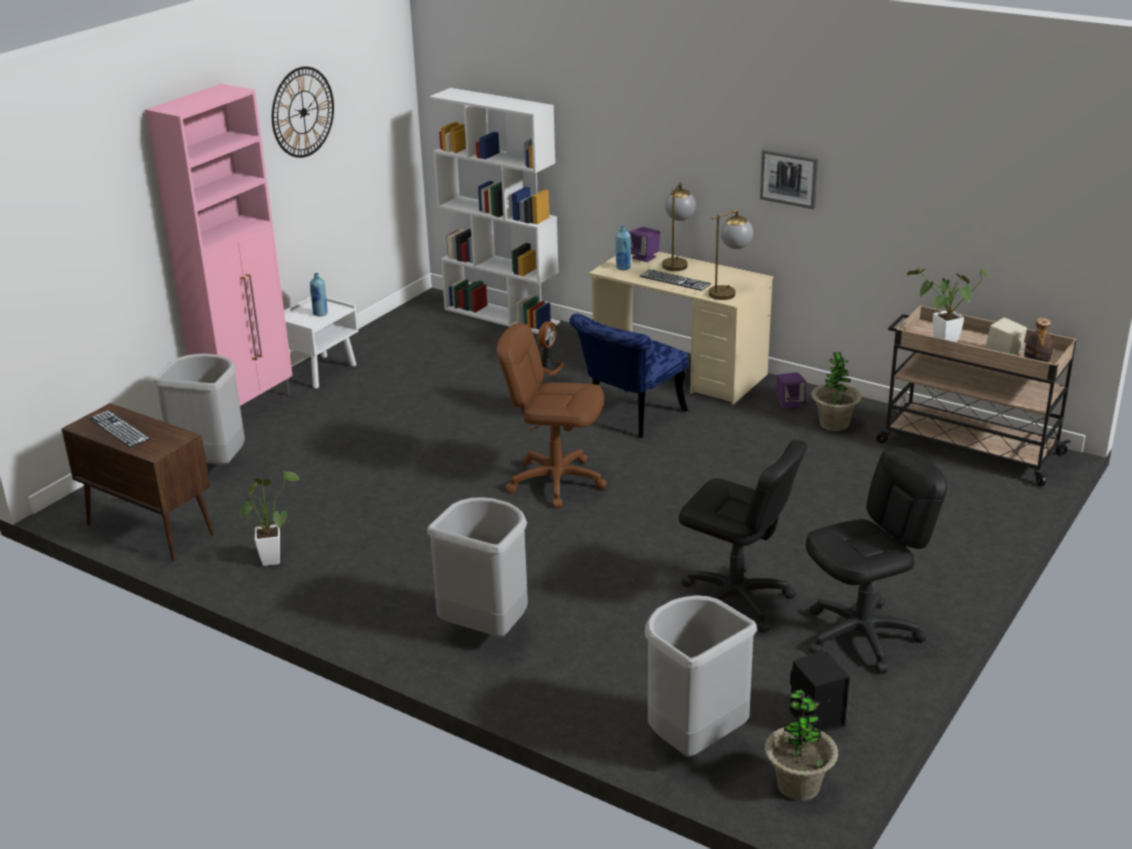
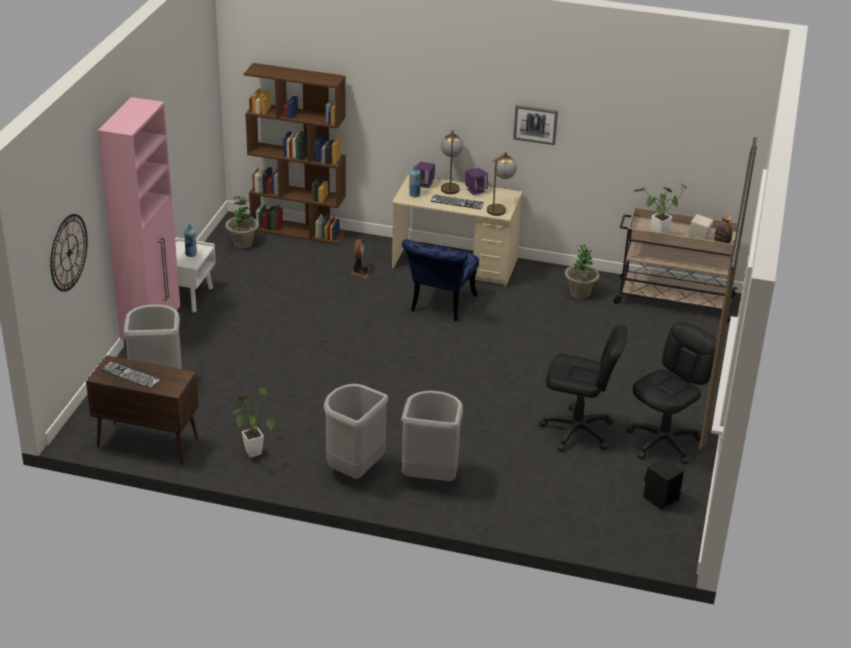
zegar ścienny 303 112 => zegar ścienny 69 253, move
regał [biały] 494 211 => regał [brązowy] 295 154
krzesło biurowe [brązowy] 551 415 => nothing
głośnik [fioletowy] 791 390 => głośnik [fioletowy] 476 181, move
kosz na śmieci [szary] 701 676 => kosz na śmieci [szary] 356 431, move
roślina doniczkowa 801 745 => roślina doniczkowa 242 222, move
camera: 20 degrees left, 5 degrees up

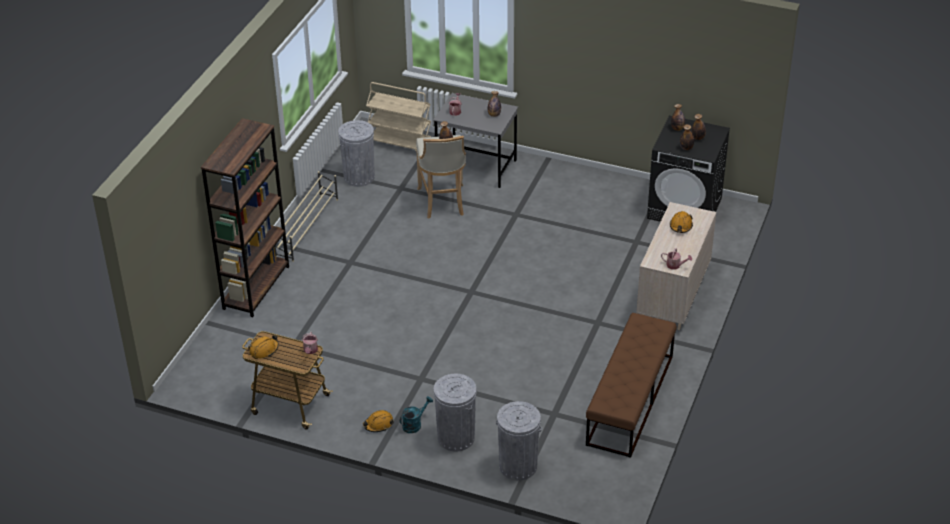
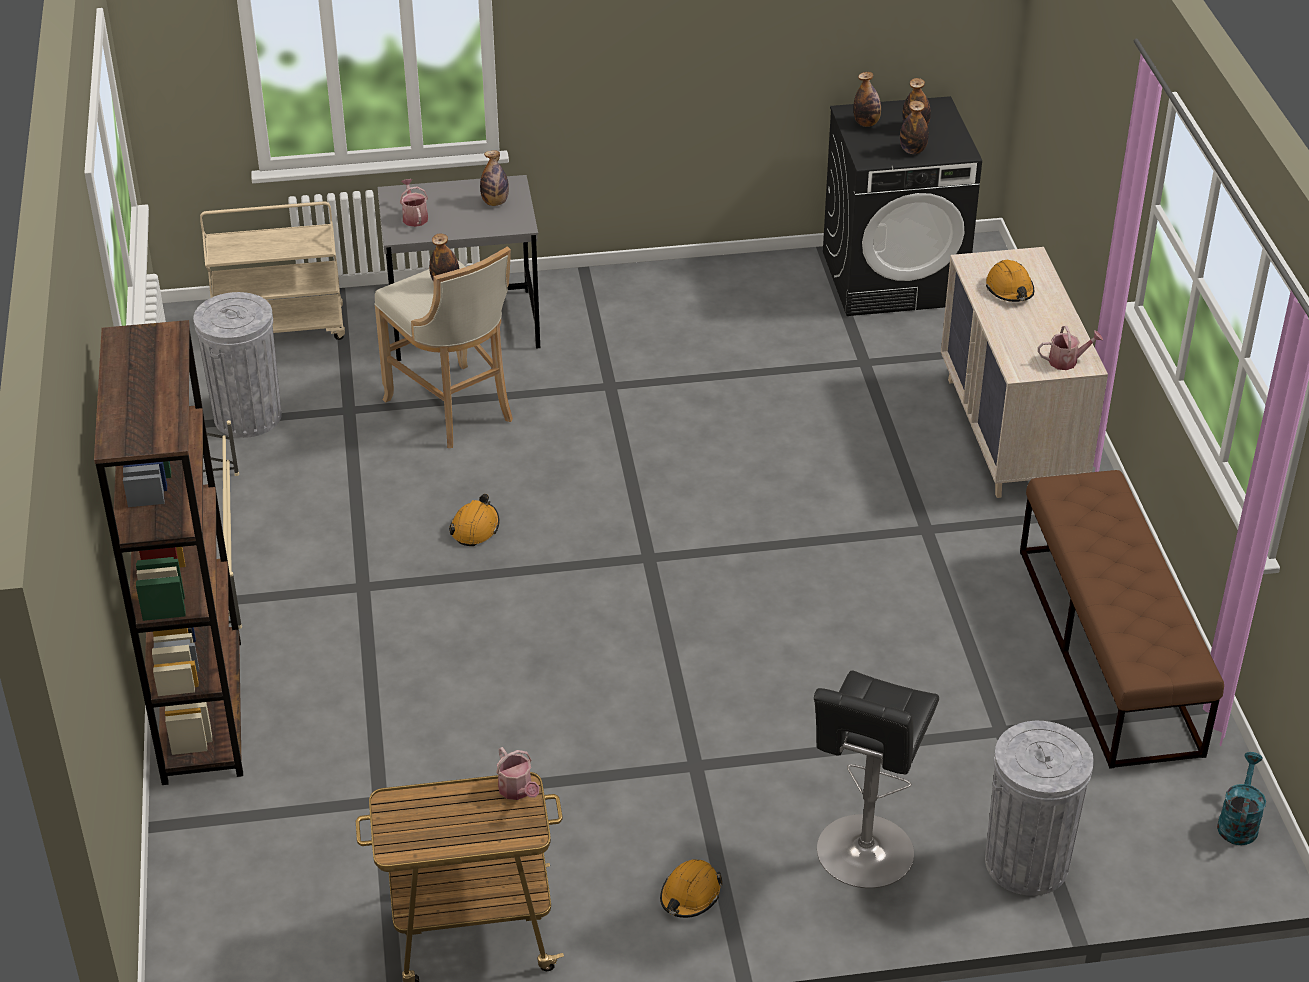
kask [pomarańczowy] 263 347 => kask [pomarańczowy] 474 520, move
kosz na śmieci [szary] 455 412 => stołek [czarny] 876 779
konewka [turkusowy] 416 414 => konewka [turkusowy] 1241 798, move
camera: 30 degrees left, 0 degrees up

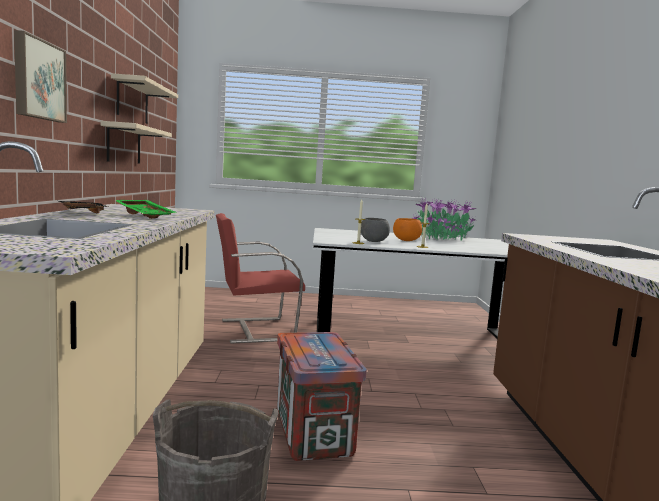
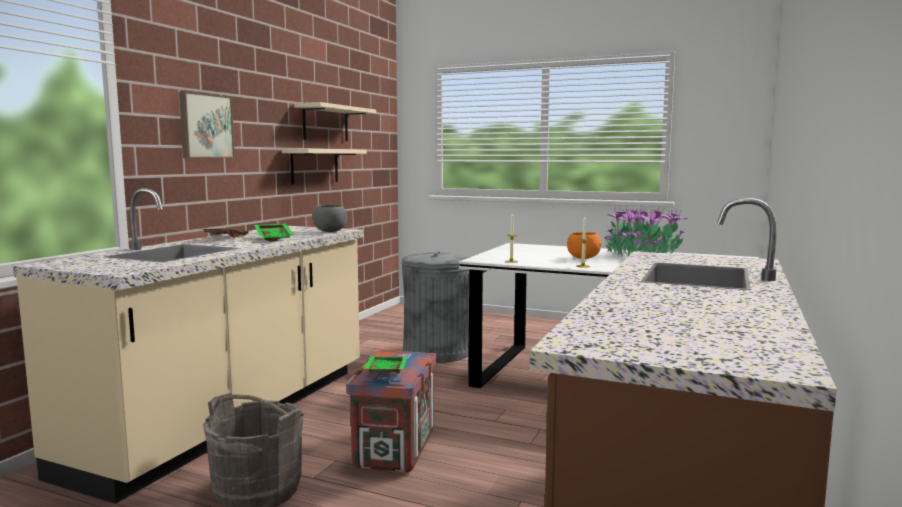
krzesło [czerwony] 260 278 => kosz na śmieci [szary] 436 307
miska [szary] 375 230 => miska [szary] 329 218, move
nothing => taca [zielony] 385 365
camera: 25 degrees right, 0 degrees up

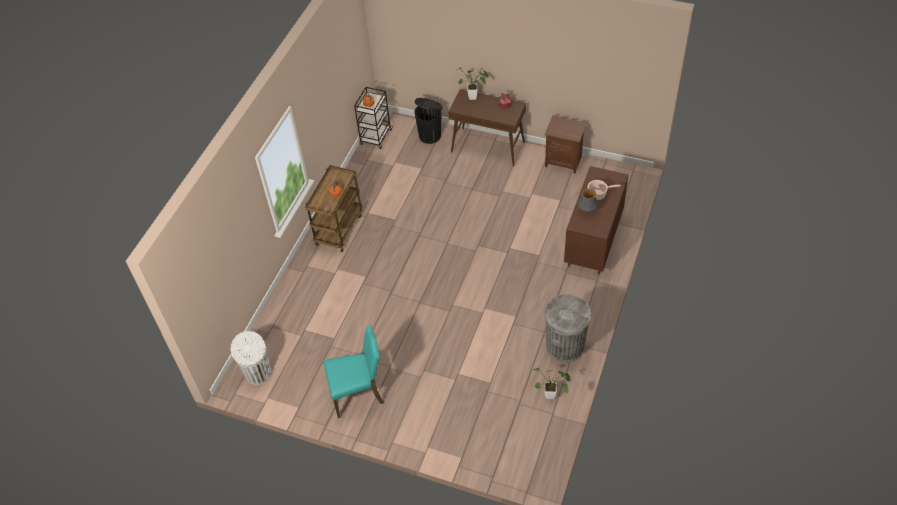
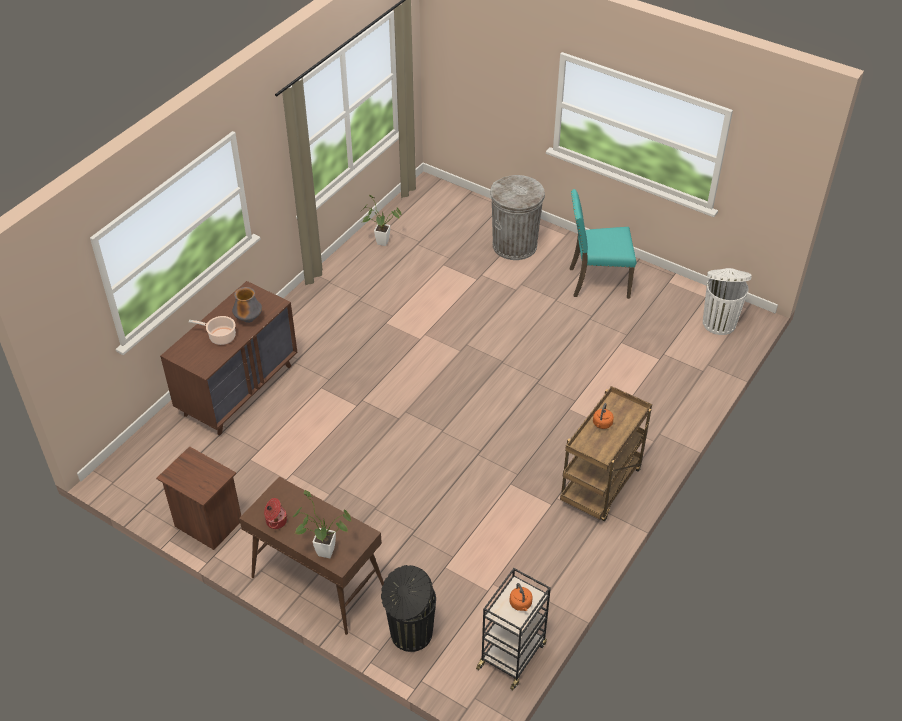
kosz na śmieci [szary] 568 328 => kosz na śmieci [szary] 517 217, move
camera: 170 degrees left, 5 degrees down

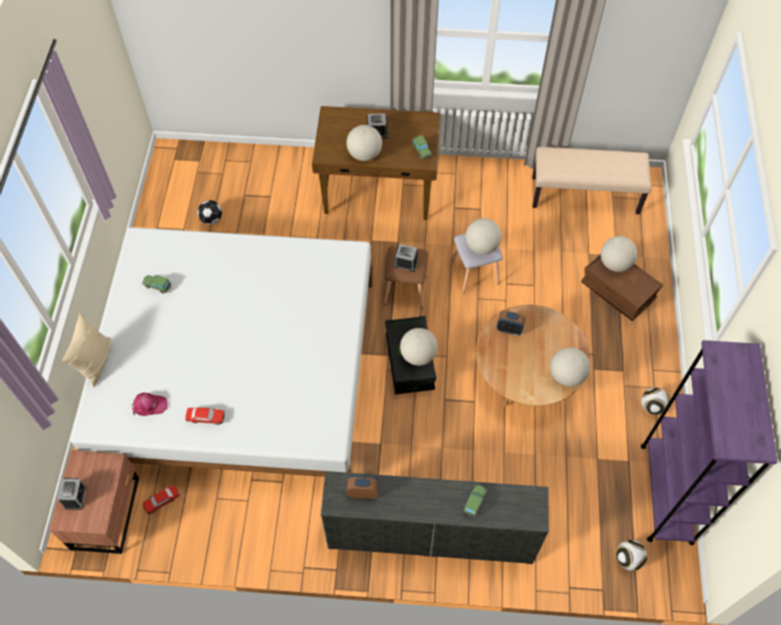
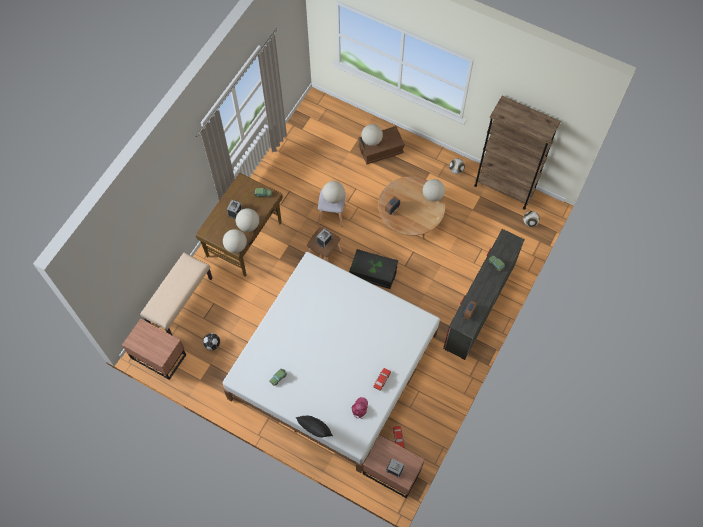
ławka [beżowy] 592 180 => ławka [beżowy] 176 294, move
poduszka [beżowy] 86 350 => poduszka [czarny] 314 426
globus 419 347 => globus 235 241, move
regał [fioletowy] 709 442 => regał [brązowy] 517 153
nothing => szafka nocna [brązowy] 154 349
camera: 65 degrees left, 5 degrees up

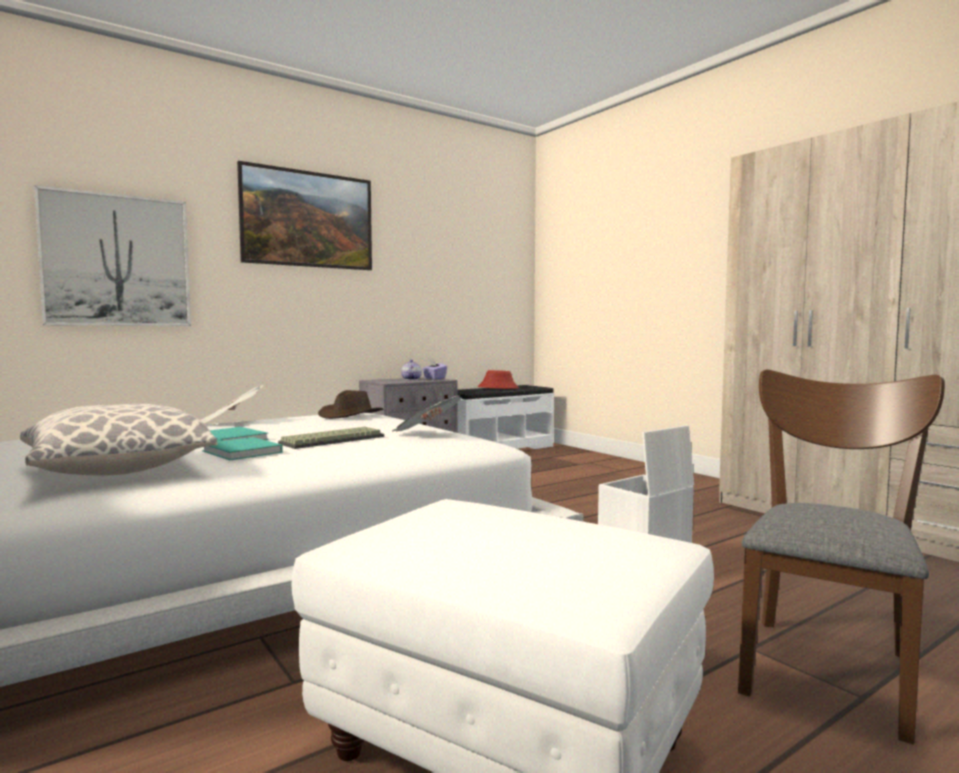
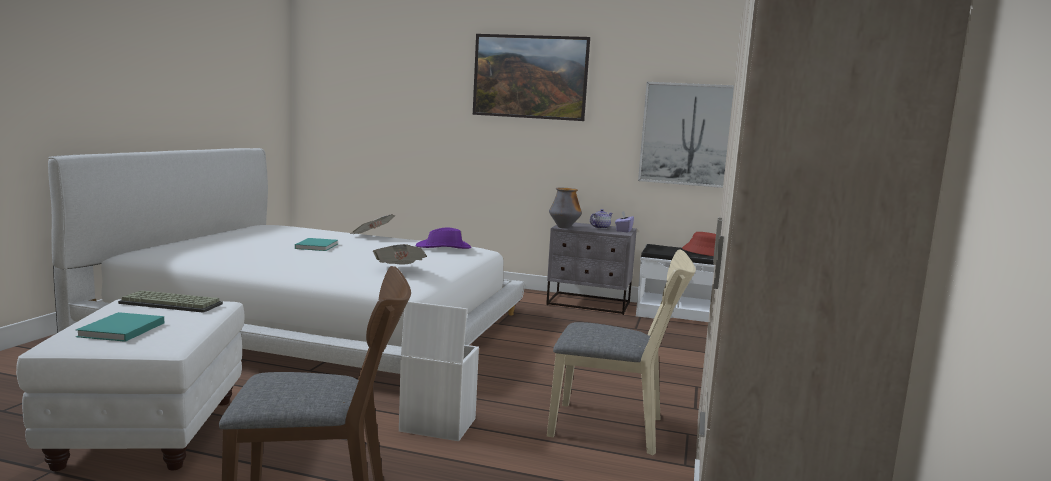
obraz 112 255 => obraz 686 135, move
kapelusz [brązowy] 350 404 => kapelusz [fioletowy] 443 238
poduszka 119 439 => nothing
klawiatura 331 438 => klawiatura 170 301, move
książka [turkusowy] 242 448 => książka [turkusowy] 120 327, move
nothing => wazon 565 208
nothing => krzesło [beżowy] 621 352
camera: 50 degrees right, 5 degrees up

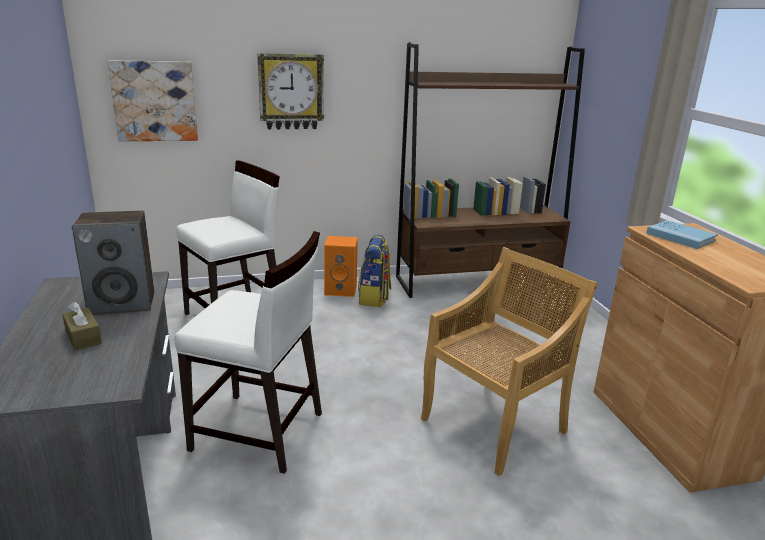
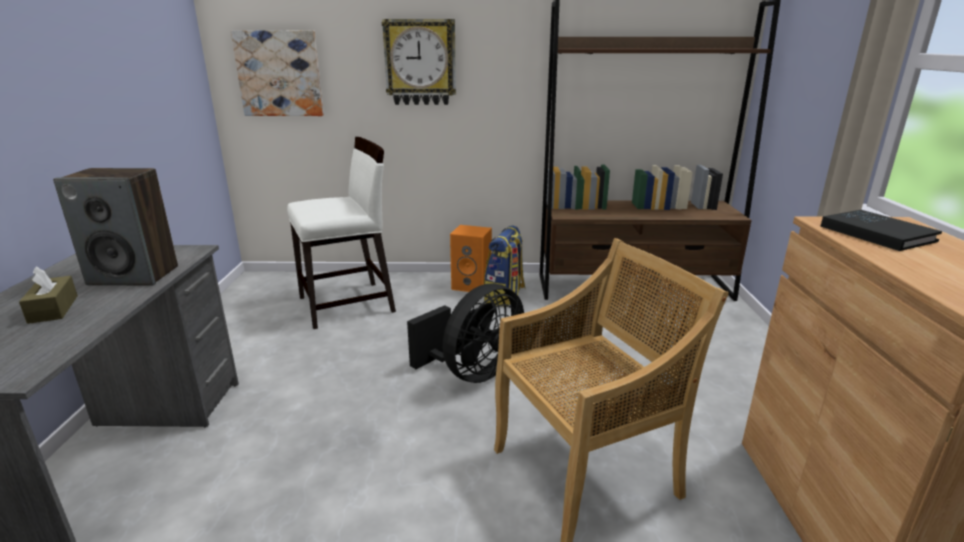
książka [niebieski] 682 234 => książka [czarny] 881 230
krzesło [biały] 248 352 => nothing
nothing => wentylator [czarny] 465 333
camera: 15 degrees right, 0 degrees up

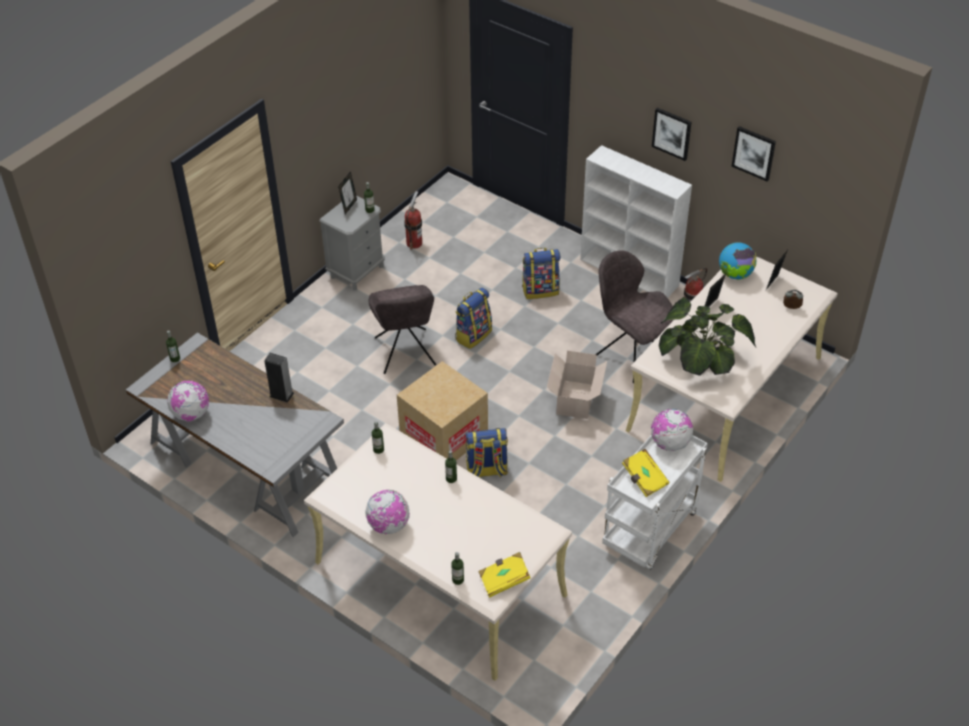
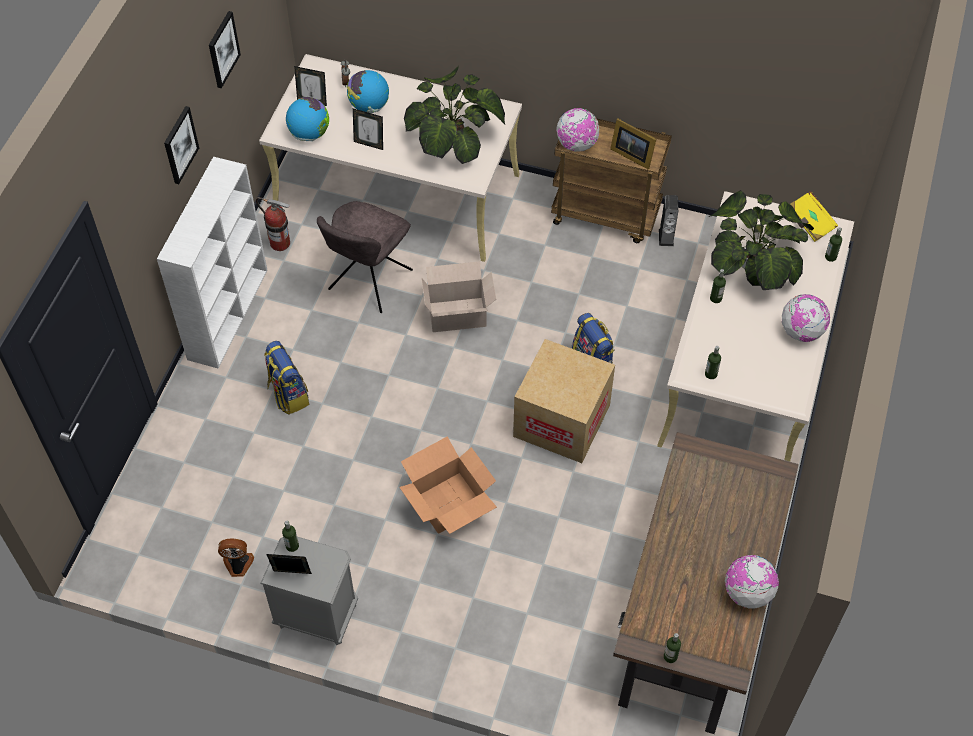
gaśnica 413 220 => wentylator 236 558
krzesło [szary] 402 329 => karton 448 485
plecak 473 318 => nothing
biurko [szary] 235 434 => biurko [brązowy] 706 583
głośnik 279 378 => głośnik 668 220, move
wózek [biały] 655 502 => wózek [brązowy] 611 180
książka [żółty] 646 473 => ramka na zdjęcie 633 144
nothing => globus 368 91
nothing => roślina doniczkowa 761 240
camera: 110 degrees left, 10 degrees up

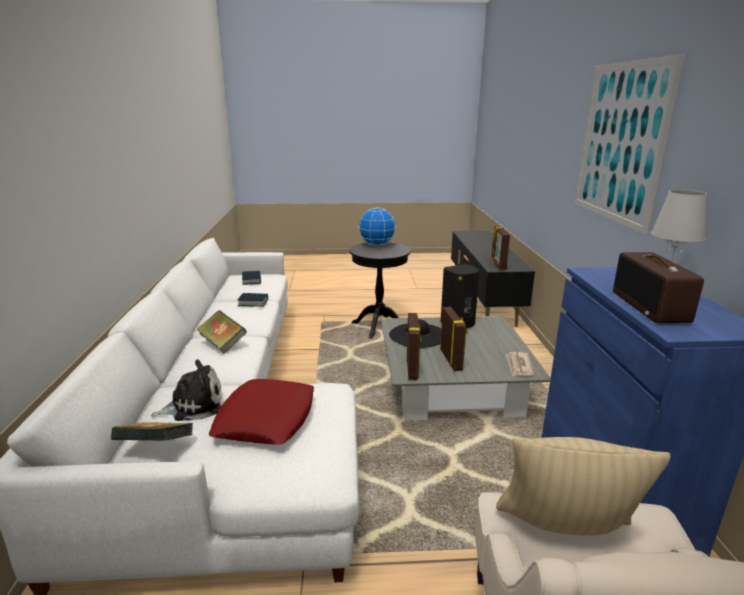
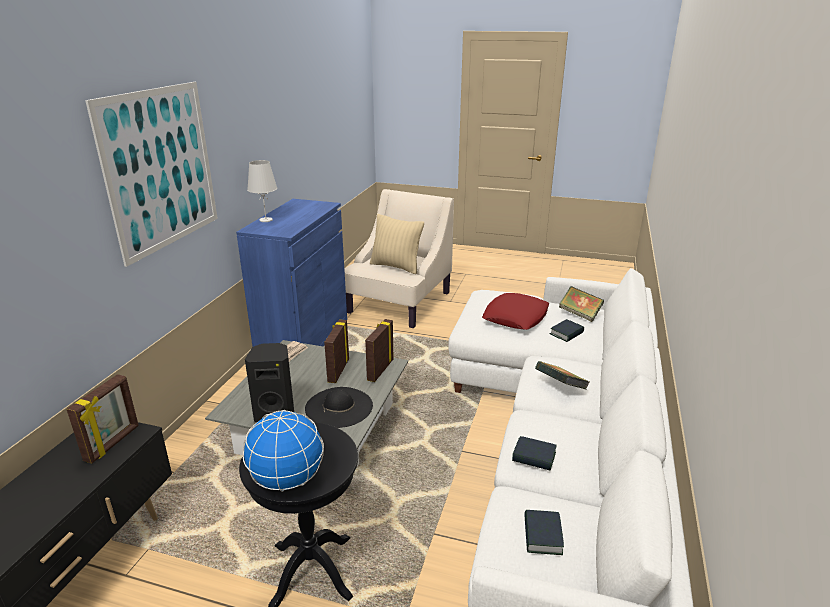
radio 658 287 => nothing
pluszak 186 390 => książka 567 330
camera: 160 degrees left, 5 degrees up

